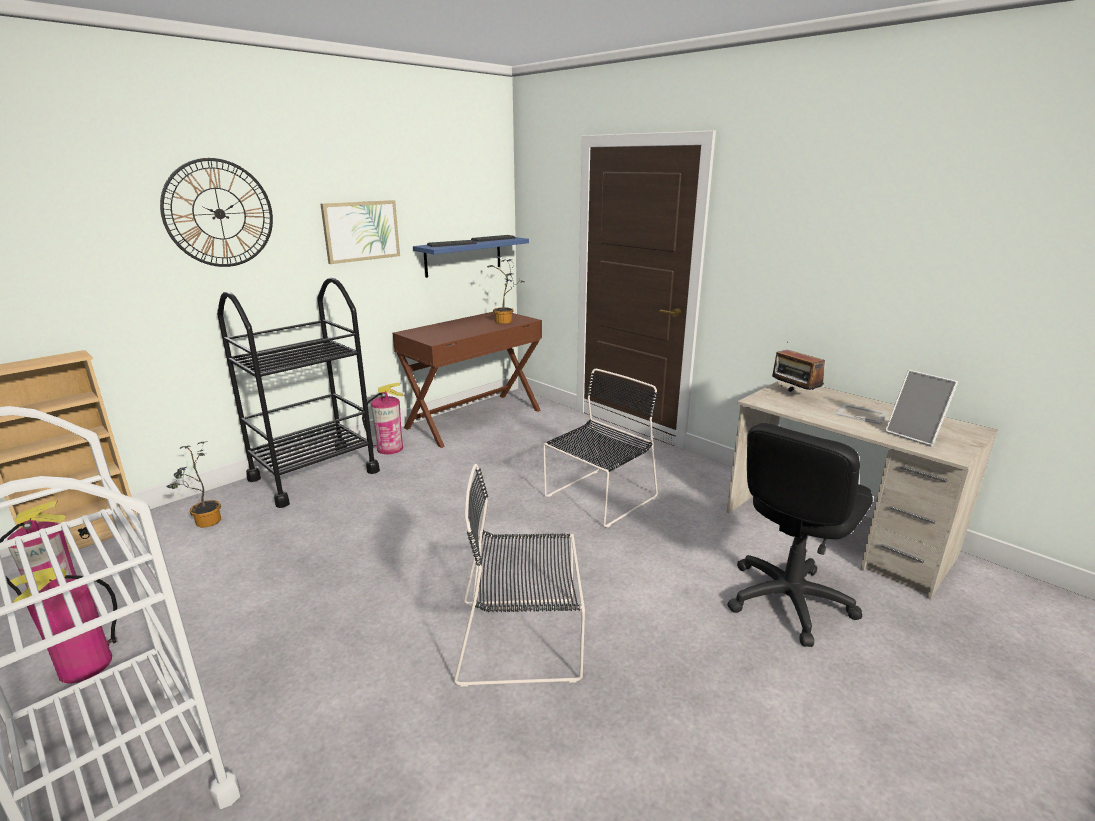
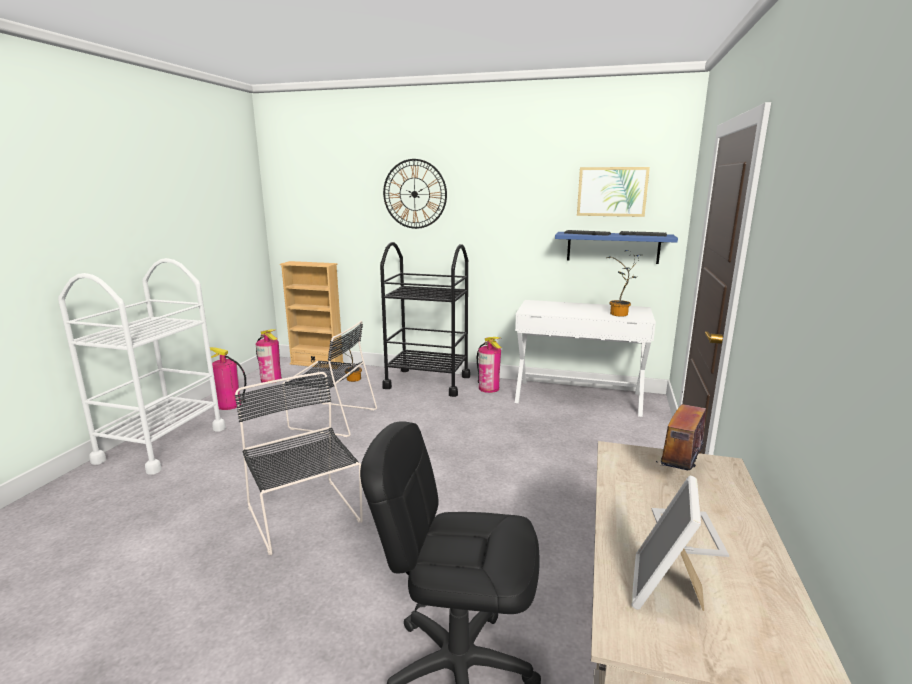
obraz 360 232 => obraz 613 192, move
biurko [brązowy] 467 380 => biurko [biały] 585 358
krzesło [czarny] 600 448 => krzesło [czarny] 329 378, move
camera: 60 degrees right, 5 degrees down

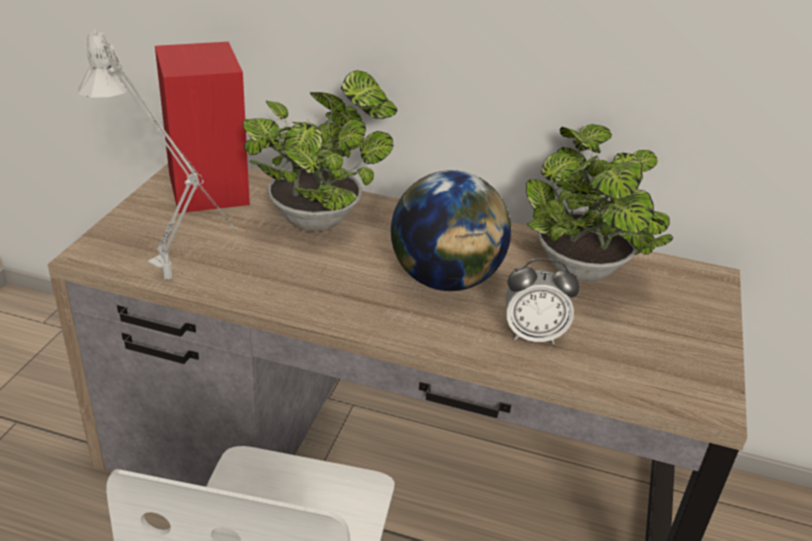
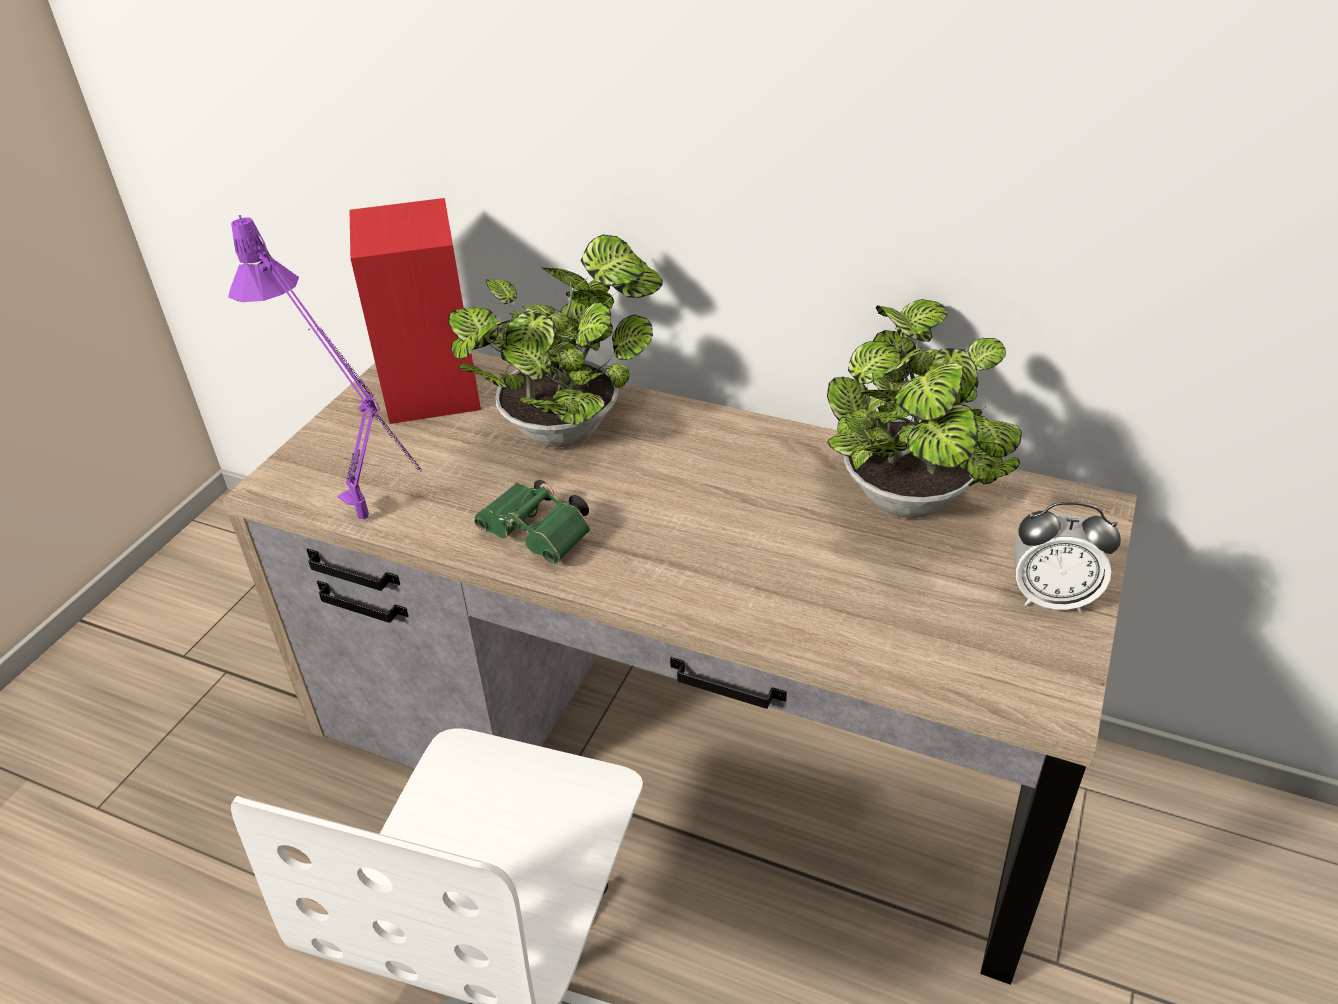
lampa stołowa [szary] 157 154 => lampa stołowa [fioletowy] 325 367
globus 451 230 => nothing
budzik 543 301 => budzik 1067 557, move
nothing => lornetka [zielony] 532 522
camera: 10 degrees right, 5 degrees up

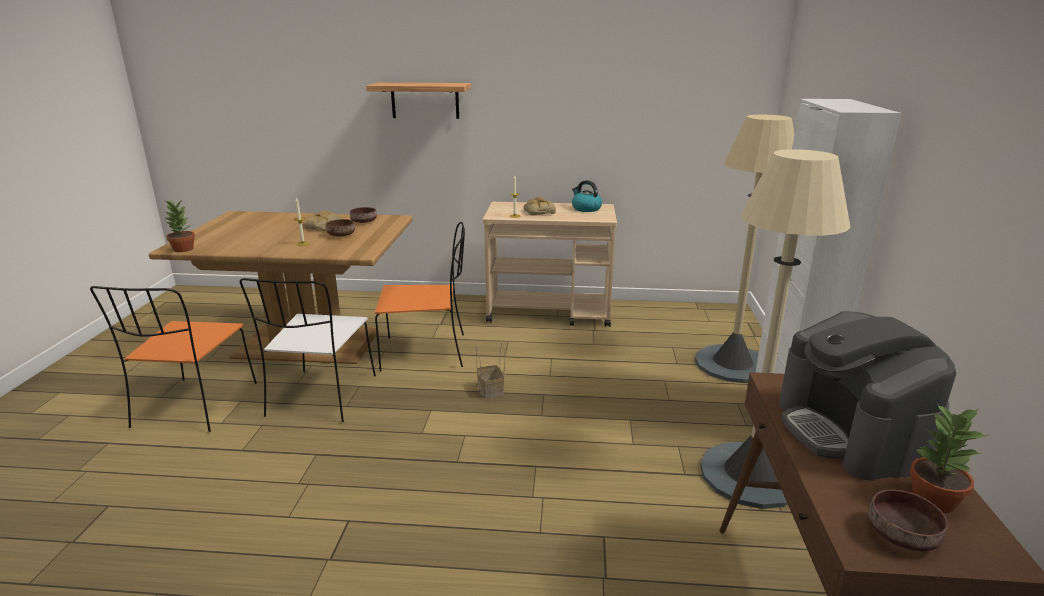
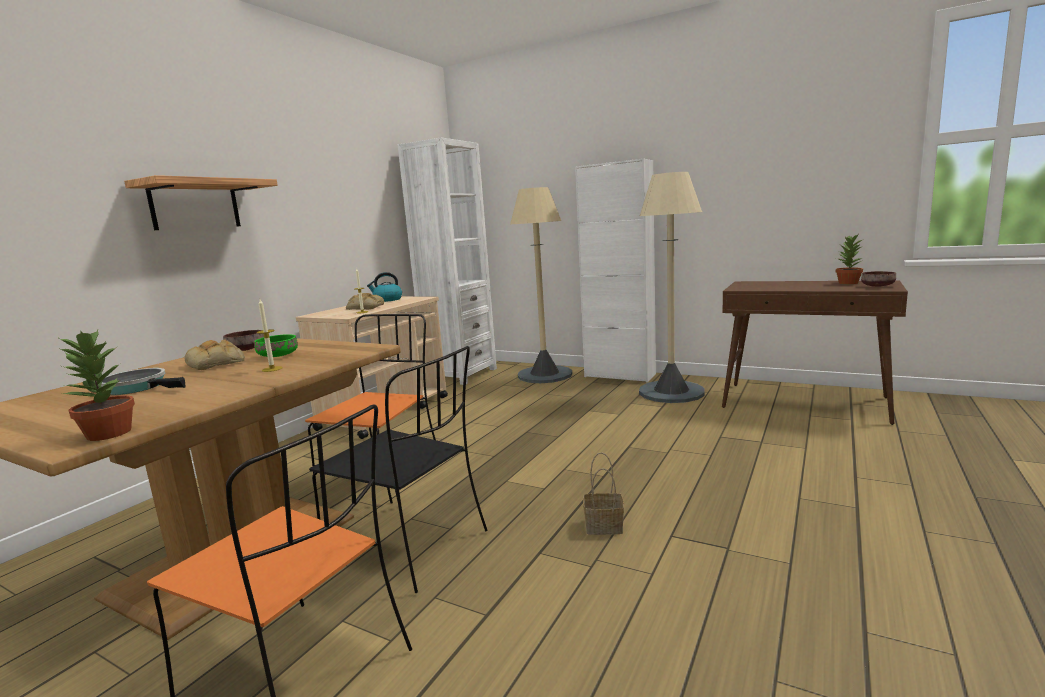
miska [brązowy] 340 228 => miska [zielony] 276 345
krzesło [biały] 308 350 => krzesło [czarny] 398 469
ekspres do kawy 867 396 => nothing
koszyk 490 370 => koszyk 603 493, move
nothing => regał [biały] 447 261
nothing => patelnia 143 381
camera: 65 degrees left, 10 degrees down

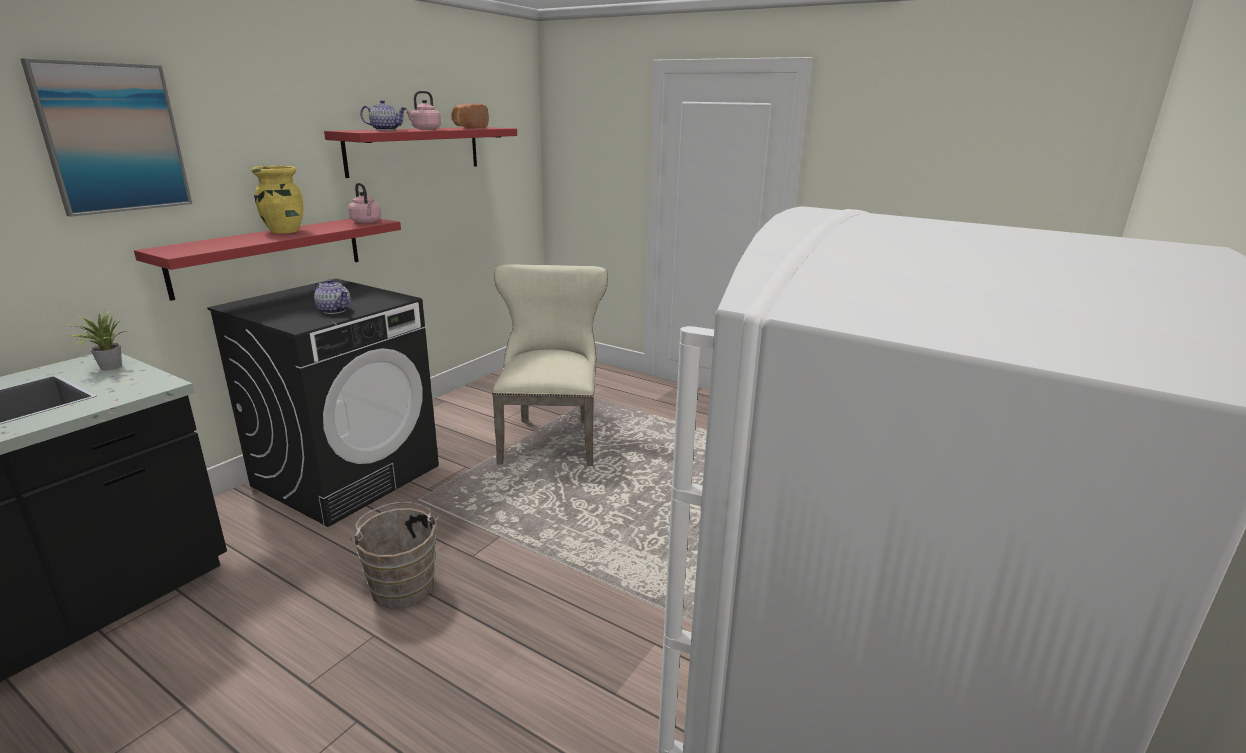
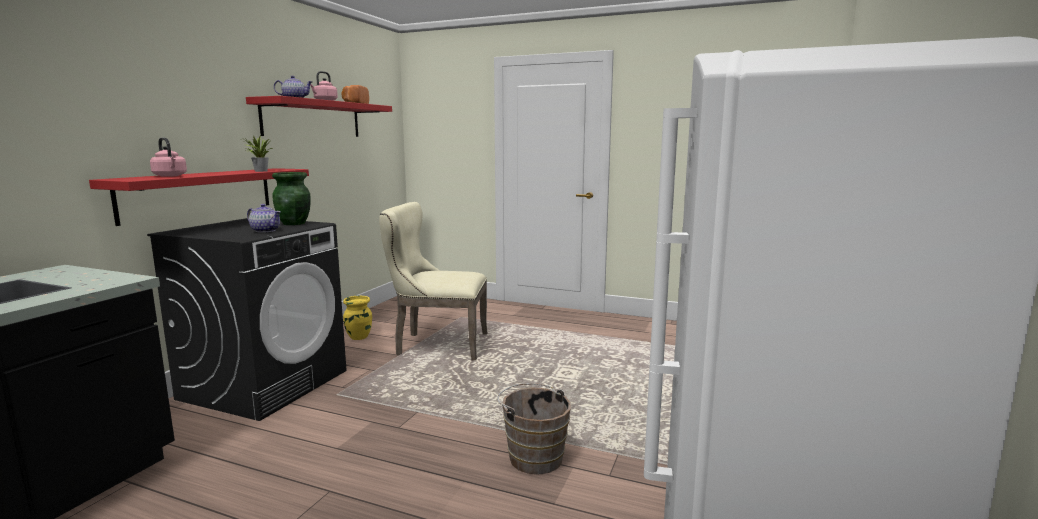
obraz 106 137 => nothing
wazon [żółty] 277 199 => wazon [żółty] 357 318, move
czajnik [różowy] 364 203 => czajnik [różowy] 168 157, move
krzesło [beżowy] 550 365 => krzesło [beżowy] 433 281, 75 degrees counterclockwise
roślina doniczkowa 96 340 => roślina doniczkowa 257 154, move
wiadro [brązowy] 394 555 => wiadro [brązowy] 534 428, move
nothing => wazon [zielony] 291 198
camera: 10 degrees left, 10 degrees down

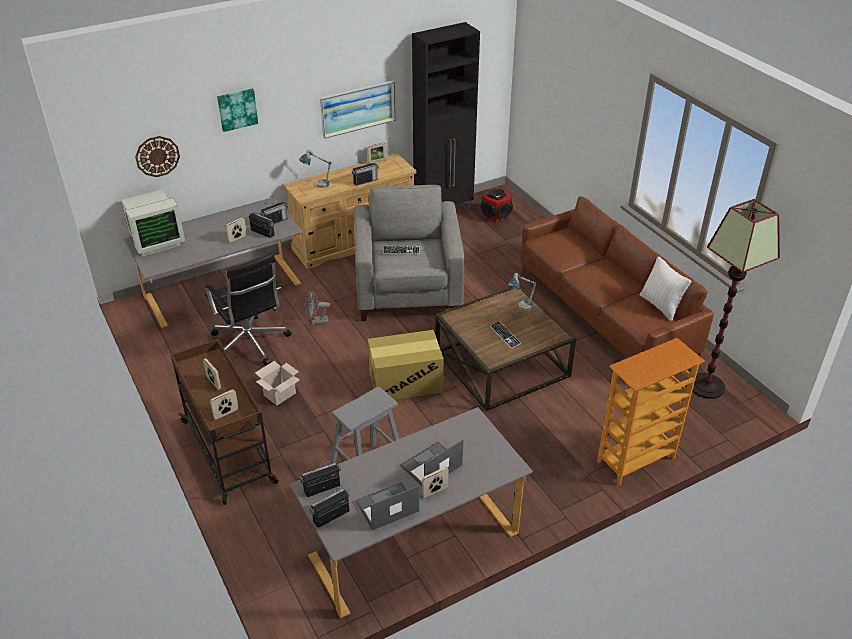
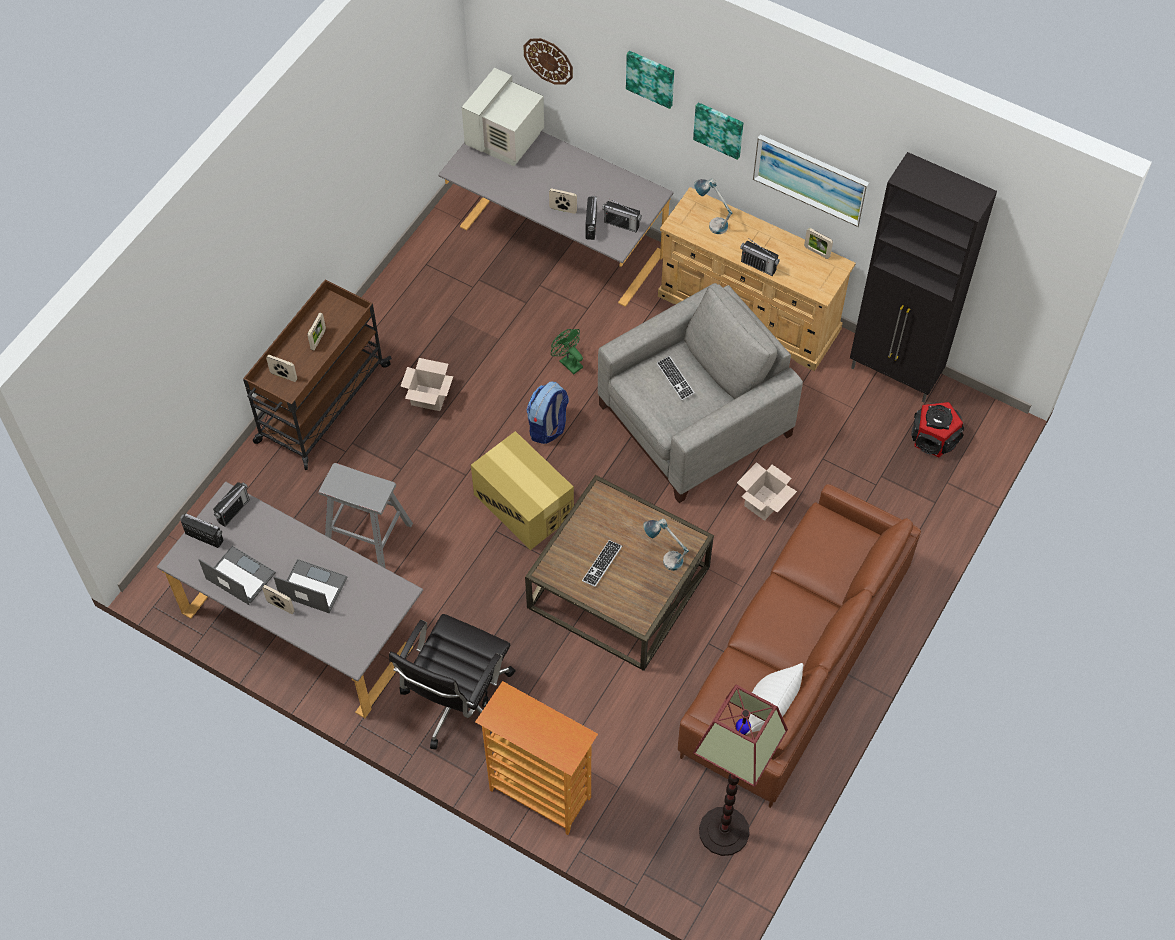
monitor 153 223 => monitor 503 117, 90 degrees clockwise
krzesło biurowe [czarny] 248 309 => krzesło biurowe [czarny] 452 682, move
wentylator [szary] 318 308 => wentylator [zielony] 567 352
radio 320 478 => radio 231 504, 90 degrees clockwise
nothing => obraz 718 131
nothing => plecak 547 412
nothing => karton 767 491
camera: 60 degrees right, 20 degrees up

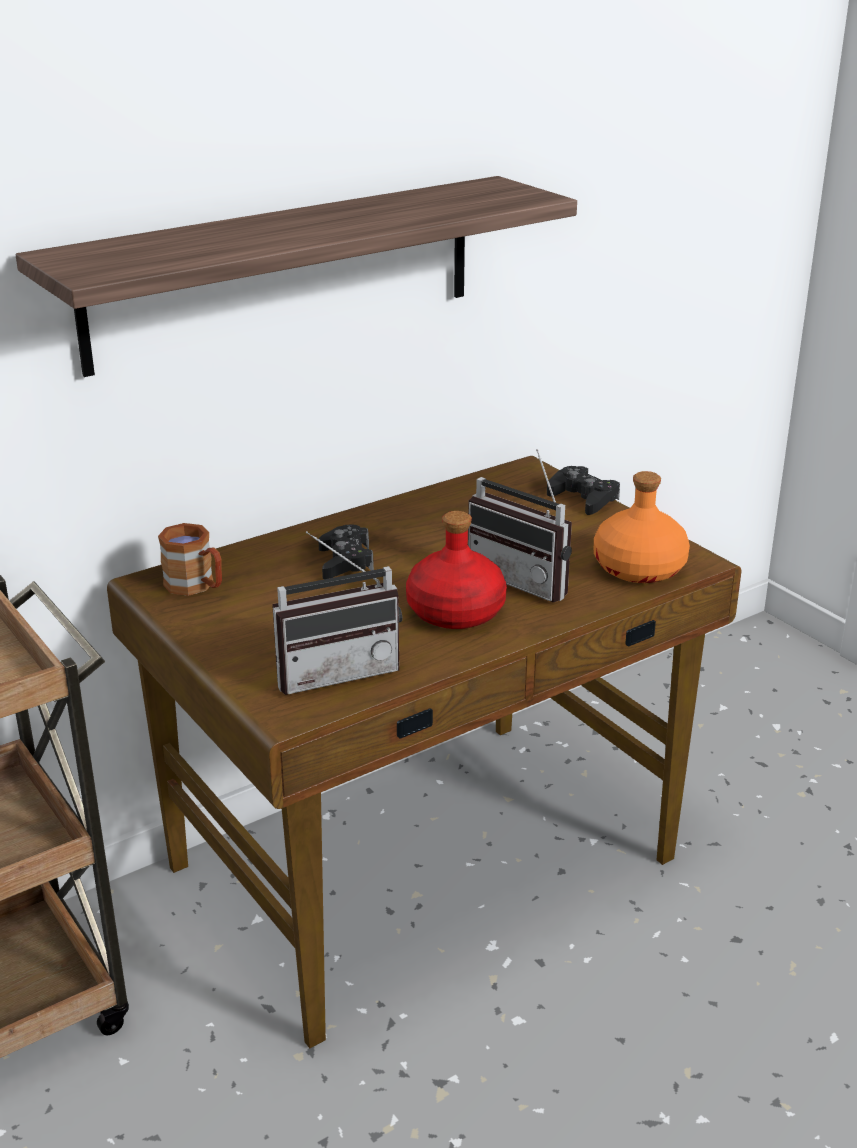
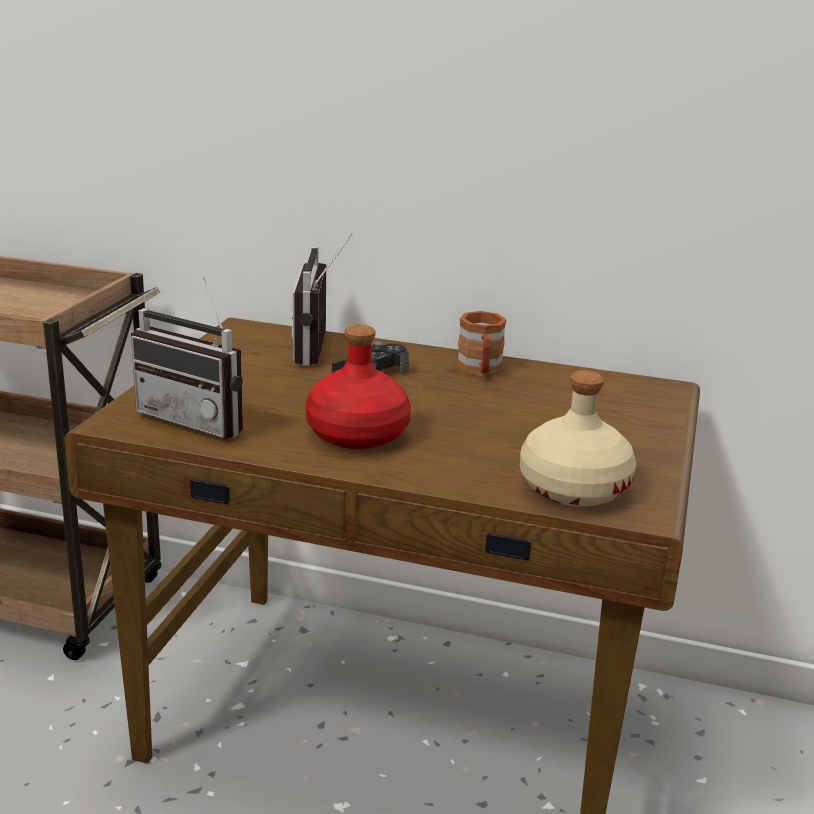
półka 296 276 => nothing
radio 520 526 => radio 322 299, move
pad do gier [czarny] 583 490 => nothing
butelka [pomarańczowy] 642 527 => butelka [beżowy] 578 438
kubek [brązowy] 190 559 => kubek [brązowy] 482 343, move
camera: 50 degrees right, 5 degrees down

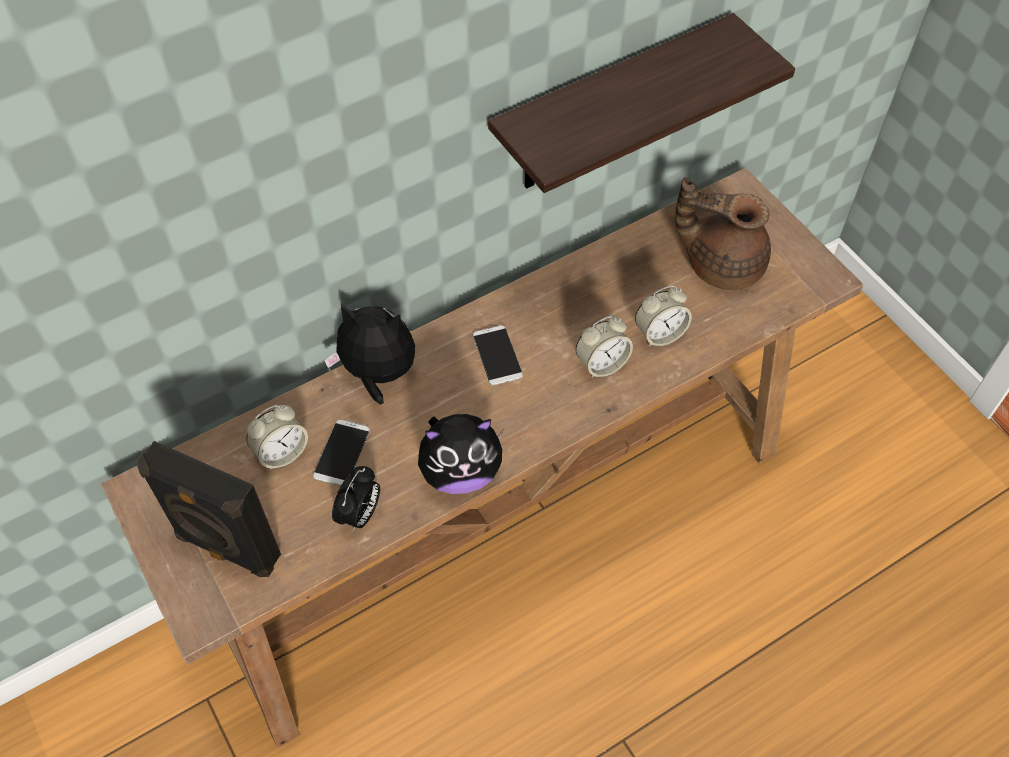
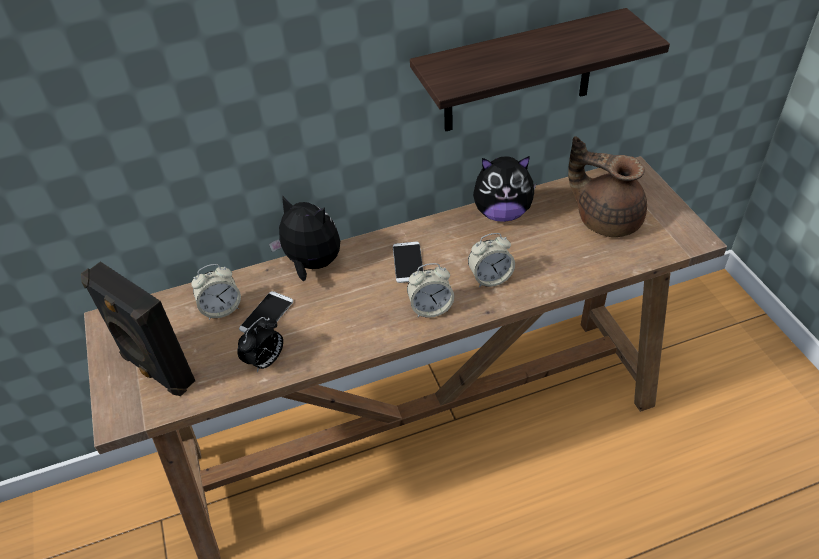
budzik 663 316 => budzik 430 290, move
pluszak 460 454 => pluszak 505 189, move
camera: 15 degrees right, 10 degrees down

